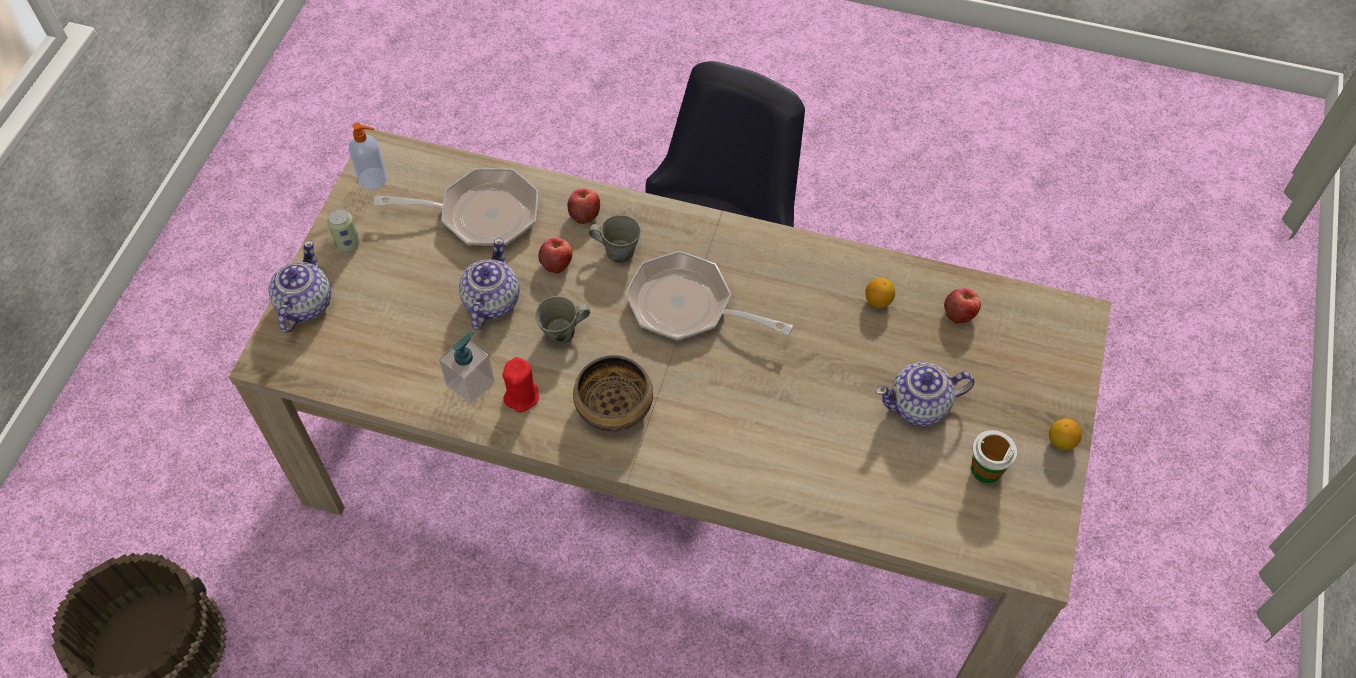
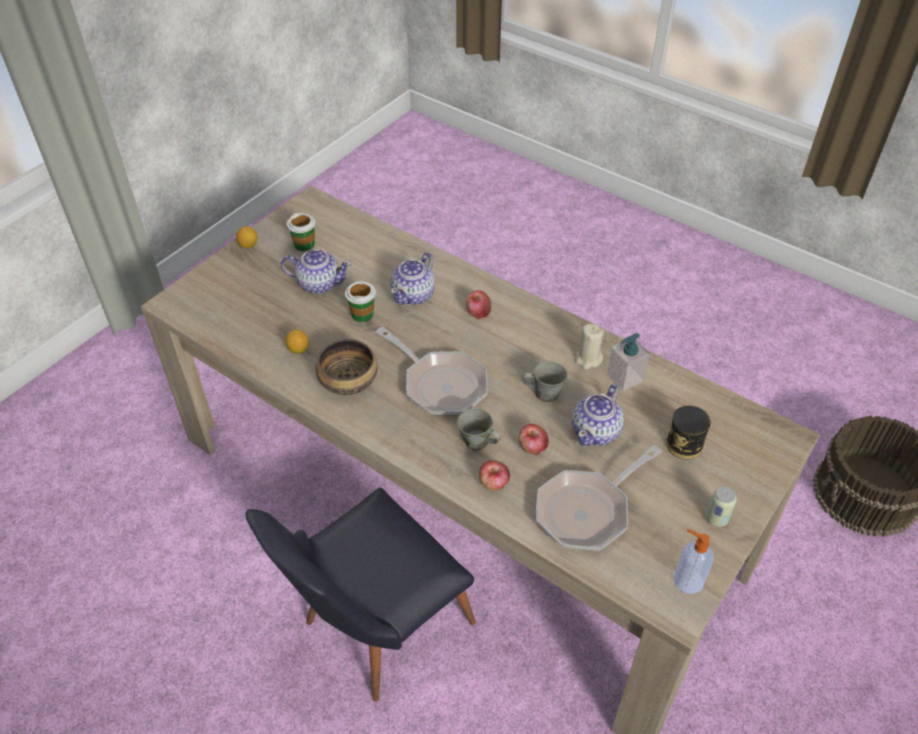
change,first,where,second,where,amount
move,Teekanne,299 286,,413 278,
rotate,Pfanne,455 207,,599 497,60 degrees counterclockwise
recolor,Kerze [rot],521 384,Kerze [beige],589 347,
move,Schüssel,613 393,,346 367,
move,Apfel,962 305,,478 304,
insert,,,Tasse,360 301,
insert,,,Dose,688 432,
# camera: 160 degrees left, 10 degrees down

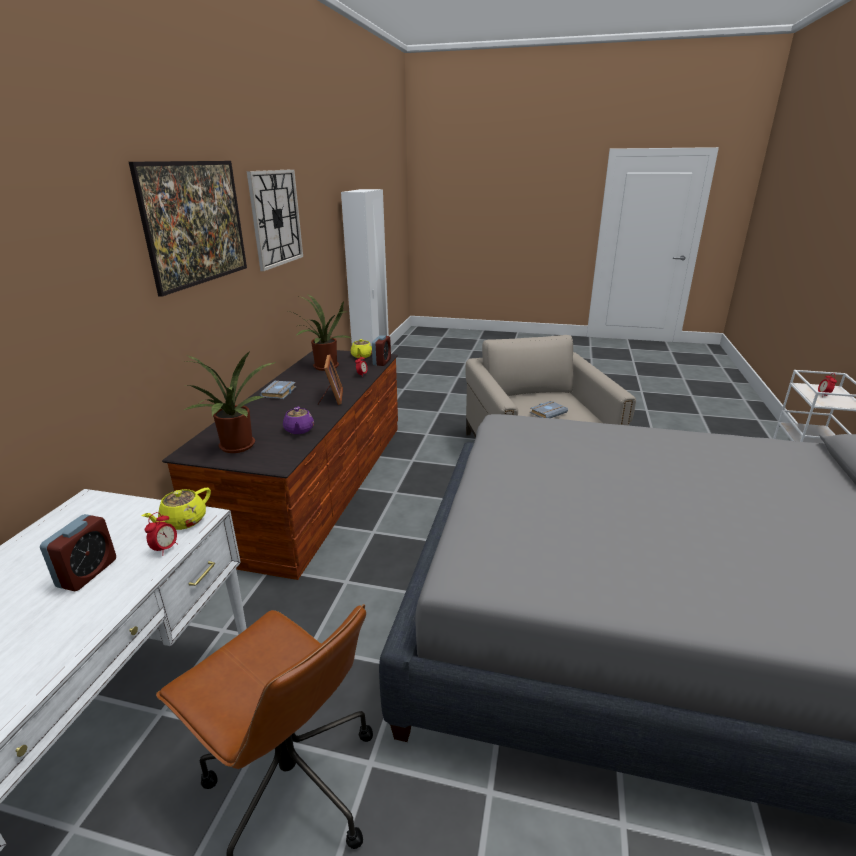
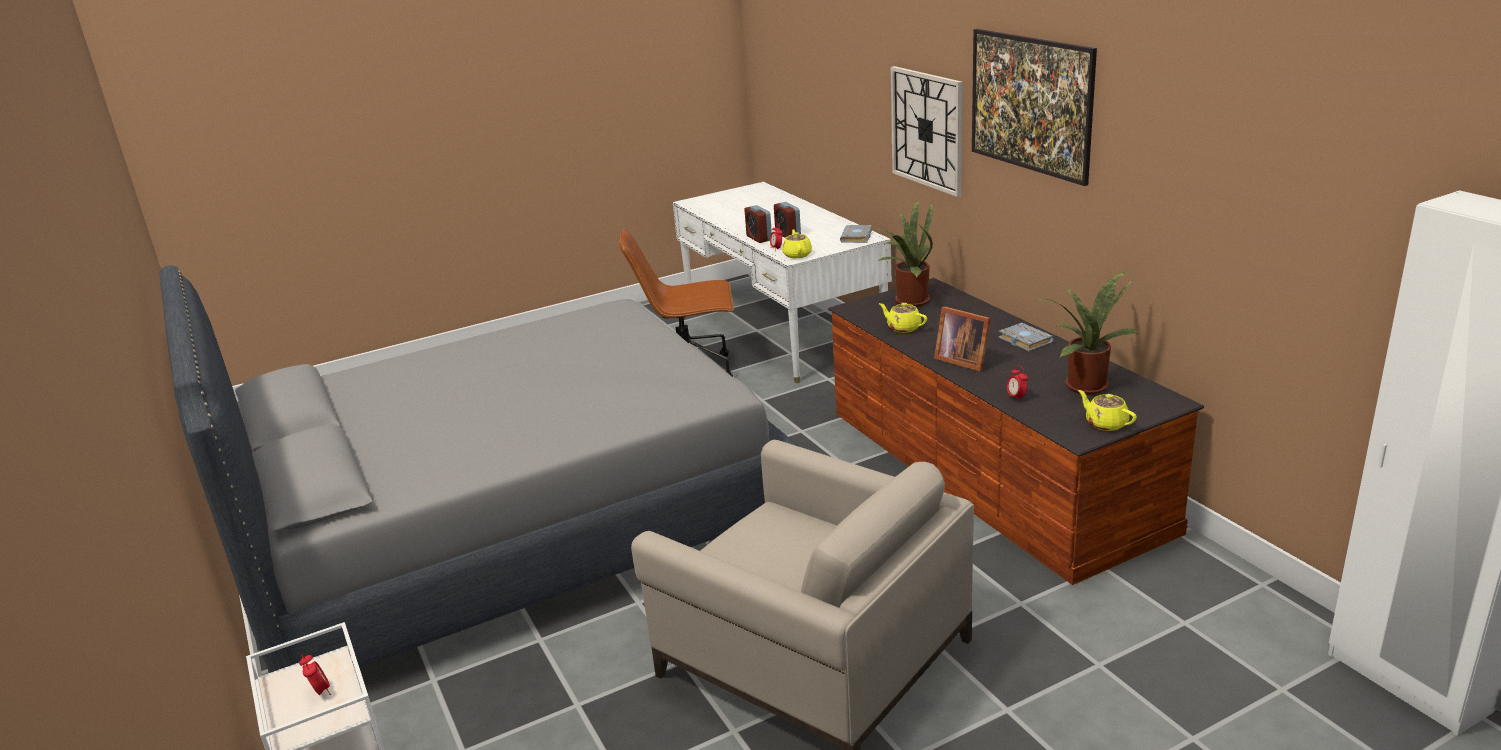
change,first,where,second,where,amount
move,Wanduhr,275 220,,927 131,
recolor,Teekanne [lila],298 420,Teekanne [gelb],903 318,
move,Wecker,381 350,,758 224,
move,Buch [grau],548 409,,856 234,
# camera: 140 degrees right, 0 degrees up

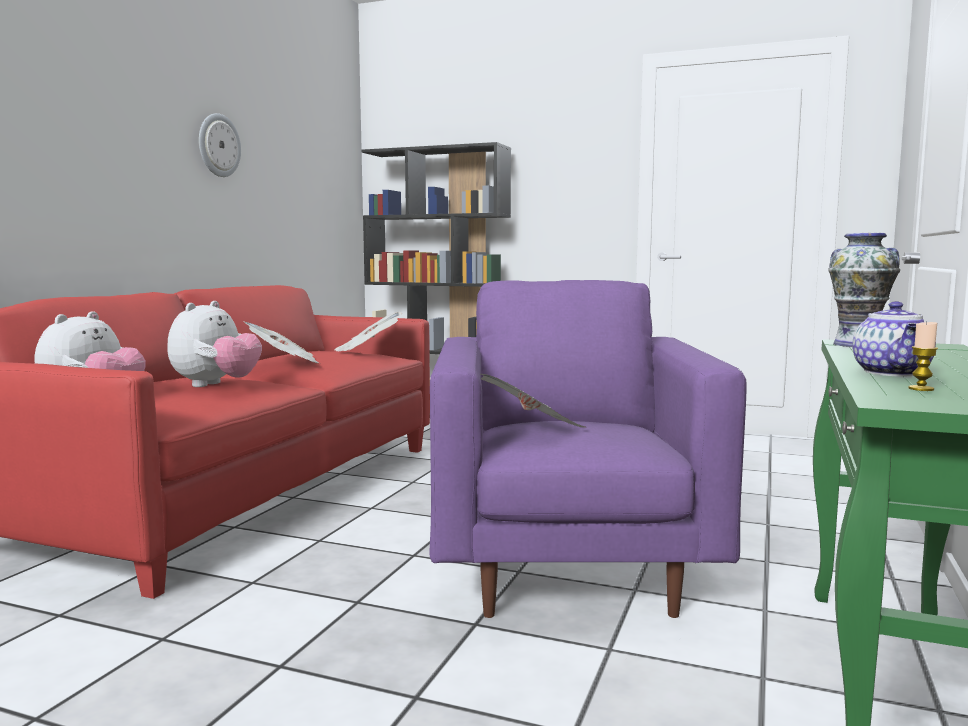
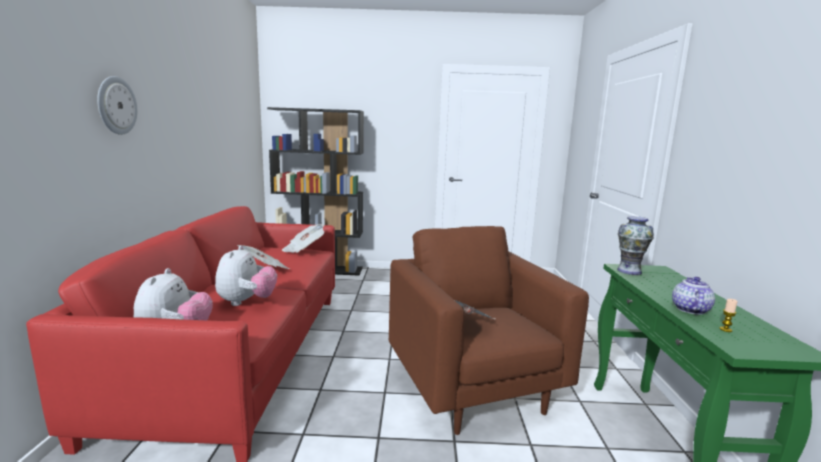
change,first,where,second,where,amount
move,Wanduhr,220 145,,117 105,
recolor,Sessel [lila],588 449,Sessel [braun],489 330,
rotate,Teekanne,894 339,,693 296,150 degrees counterclockwise
# camera: 20 degrees left, 5 degrees up

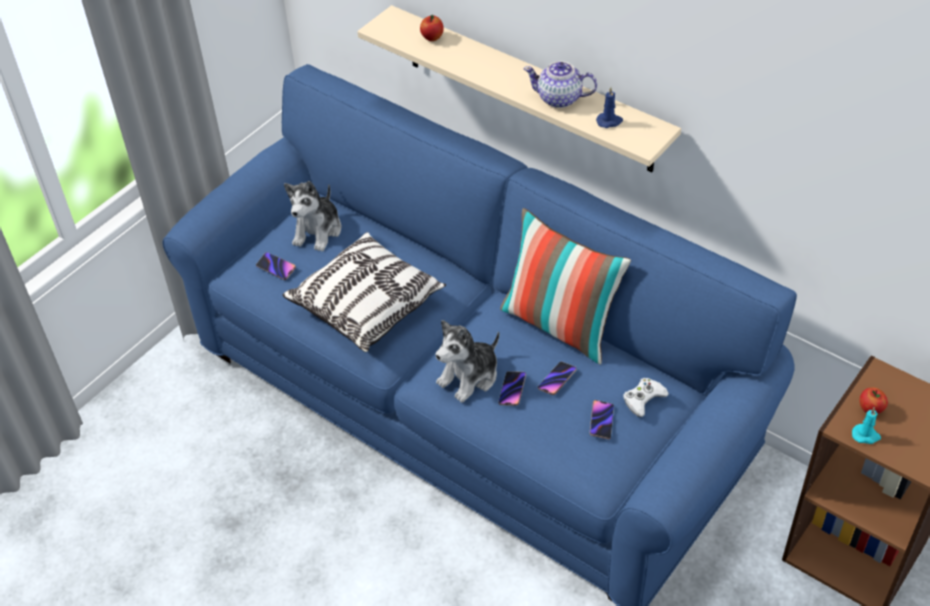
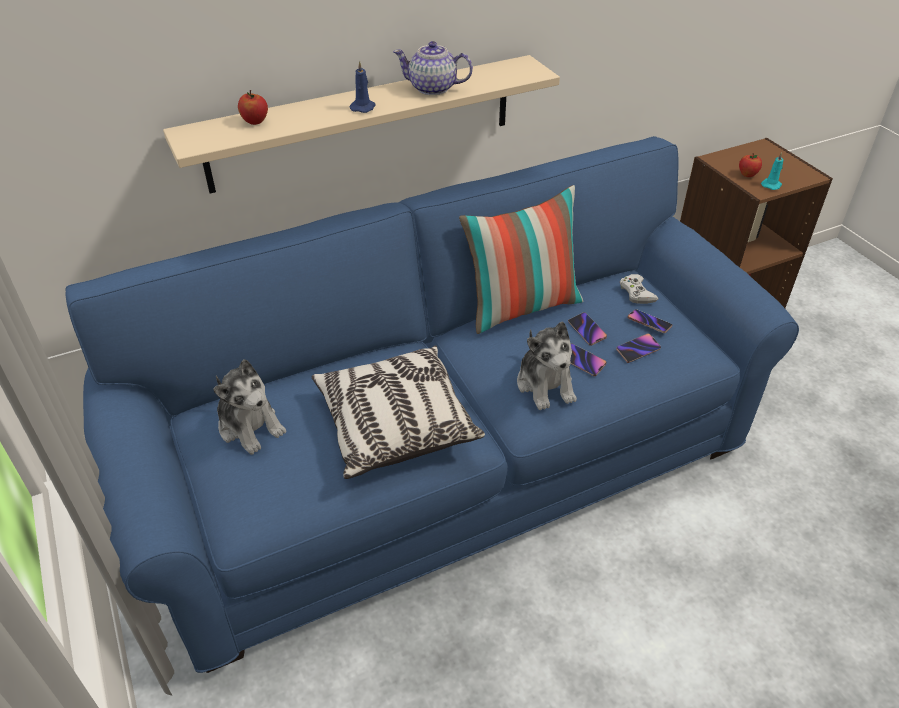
change,first,where,second,where,amount
move,Handy,276 266,,638 348,
rotate,Teekanne,560 84,,433 68,60 degrees clockwise
move,Kerze [blau],609 107,,363 87,
# camera: 65 degrees left, 5 degrees down

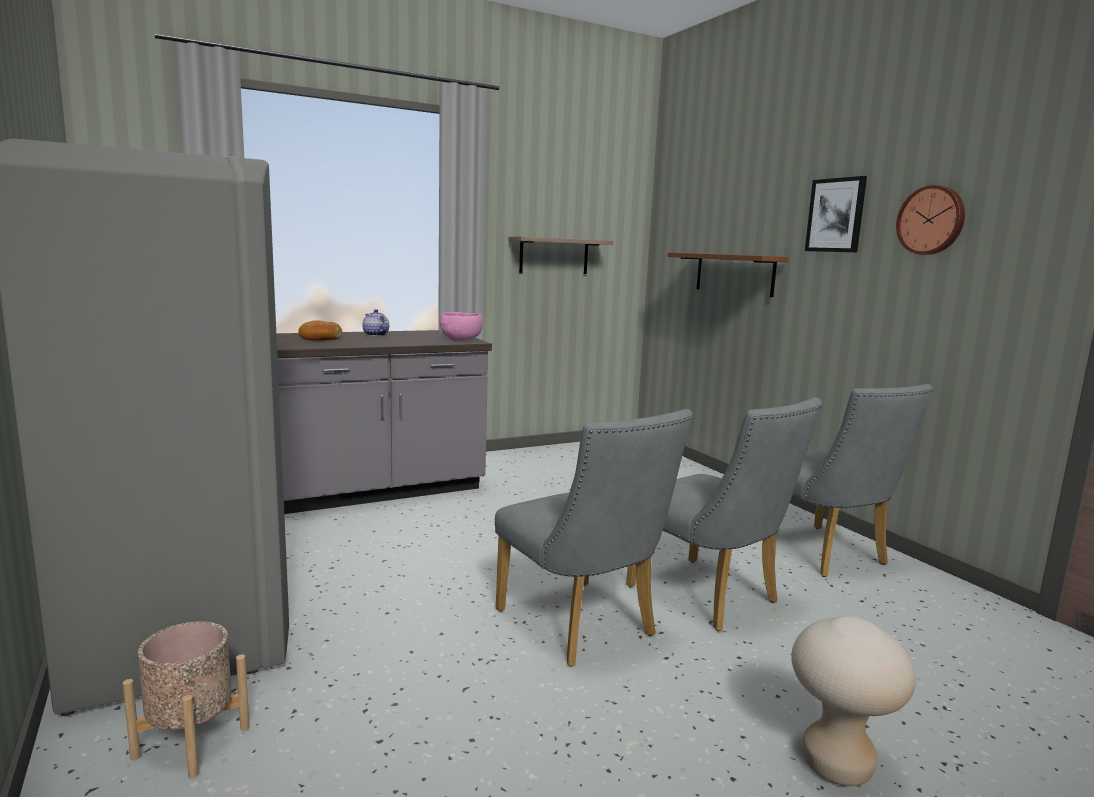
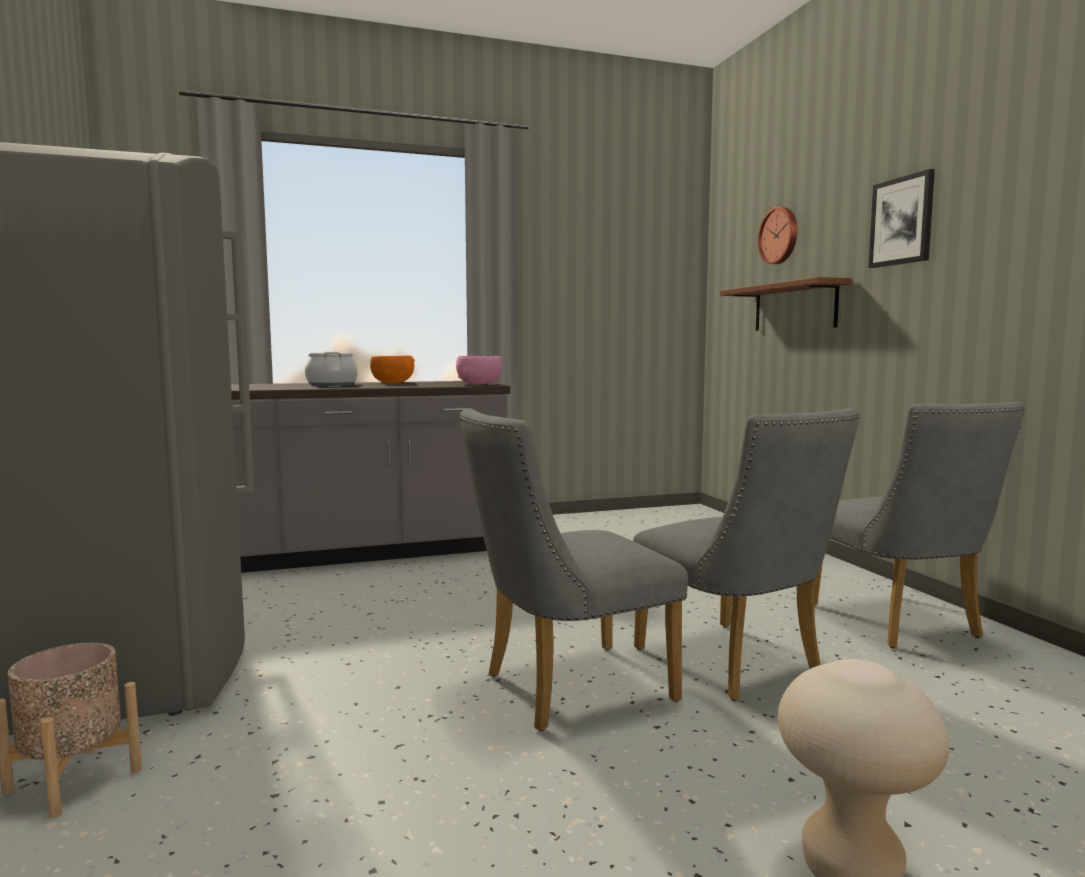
change,first,where,second,where,amount
replace,Brot,320 330,Kochtopf,331 369,
replace,Teekanne,375 322,Schüssel [orange],392 369,
rotate,Stuhl [grau],594 538,,574 569,90 degrees clockwise
delete,Wandregal,561 255,,,
move,Wanduhr,930 220,,777 235,
# camera: 10 degrees right, 5 degrees down

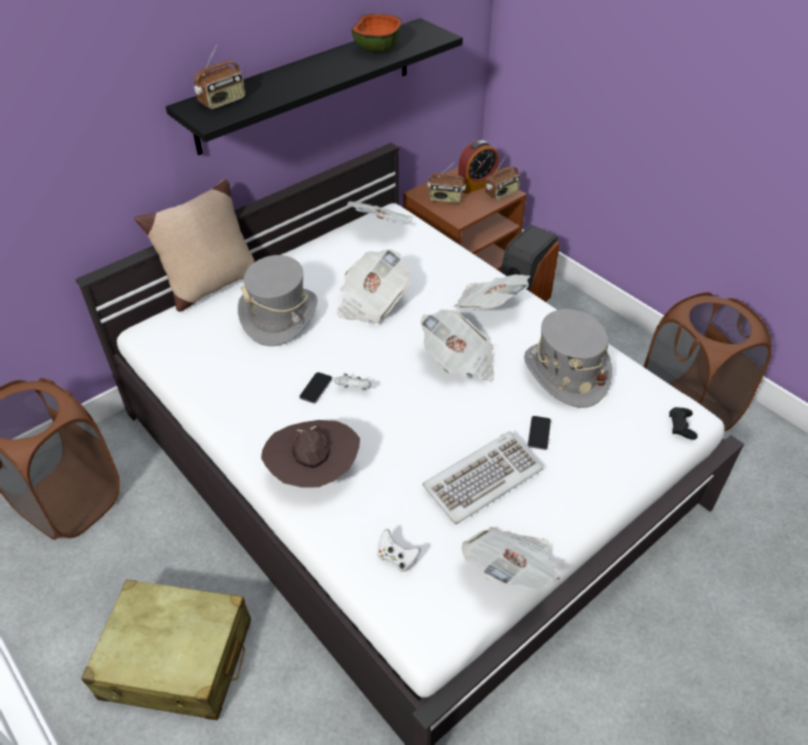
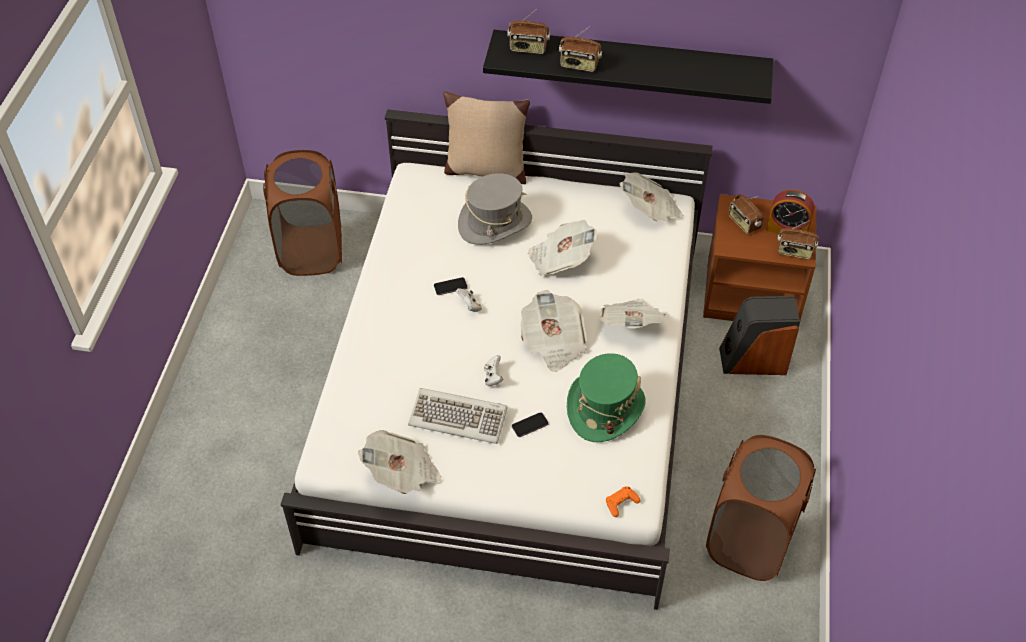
change,first,where,second,where,amount
delete,Koffer [beige],166 650,,,
delete,Hut [braun],310 454,,,
delete,Schüssel,376 33,,,
move,Gamepad [weiß],399 550,,493 370,
recolor,Hut [grau],568 358,Hut [grün],606 397,
recolor,Gamepad [schwarz],683 423,Gamepad [orange],623 501,
insert,,,Radio,580 49,
# camera: 50 degrees right, 5 degrees up

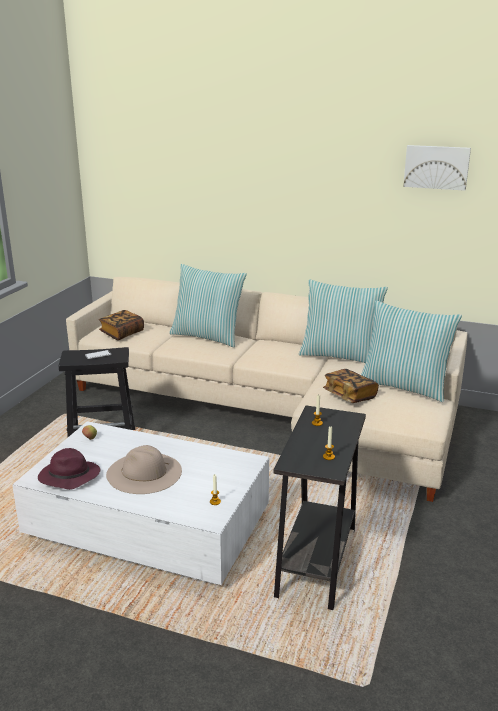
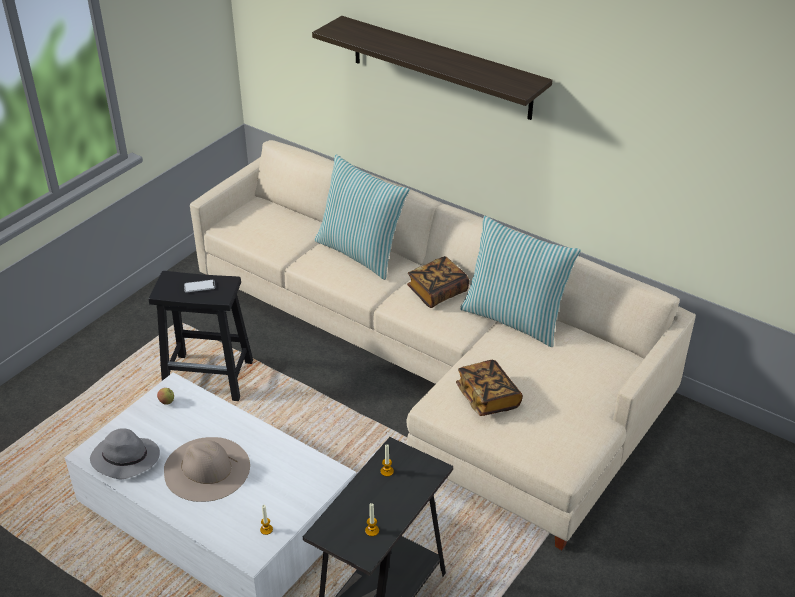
change,first,where,second,where,amount
recolor,Hut [lila],69 469,Hut [grau],125 453,
move,Buch,121 325,,438 282,
delete,Kissen,411 351,,,
delete,Bild,437 168,,,
insert,,,Wandregal,432 68,
# camera: 15 degrees right, 15 degrees up

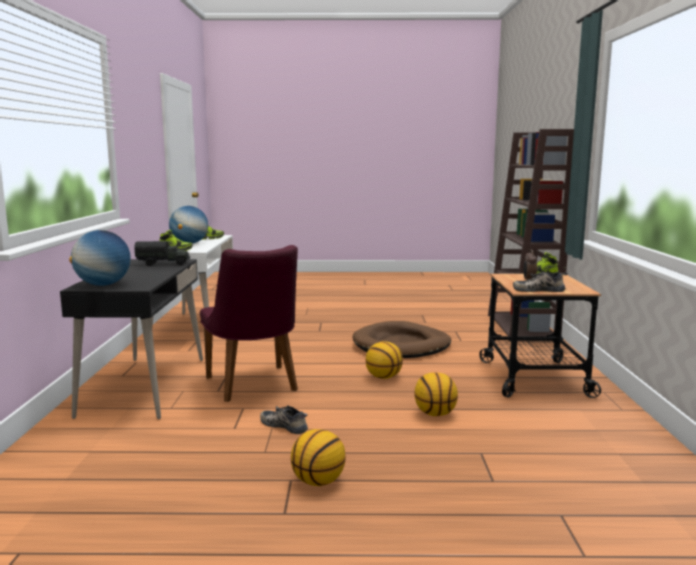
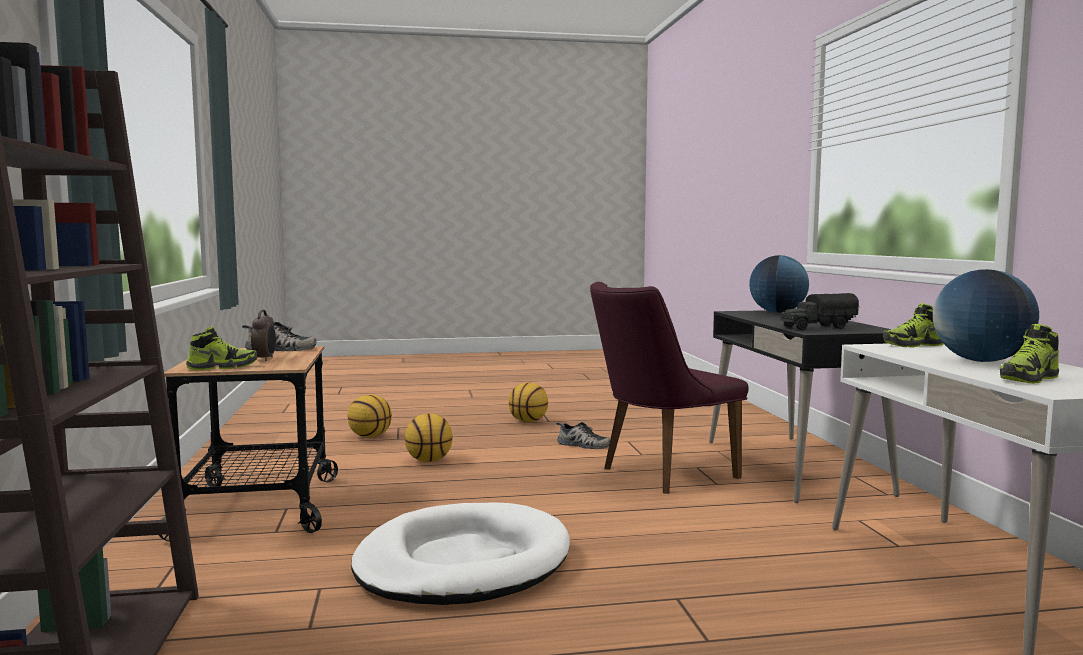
change,first,where,second,where,amount
rotate,Stuhl [lila],249 323,,669 388,90 degrees counterclockwise
recolor,Hundebett [braun],402 339,Hundebett [weiß],460 554,
move,Basketball,384 360,,370 416,
# camera: 170 degrees right, 5 degrees down

